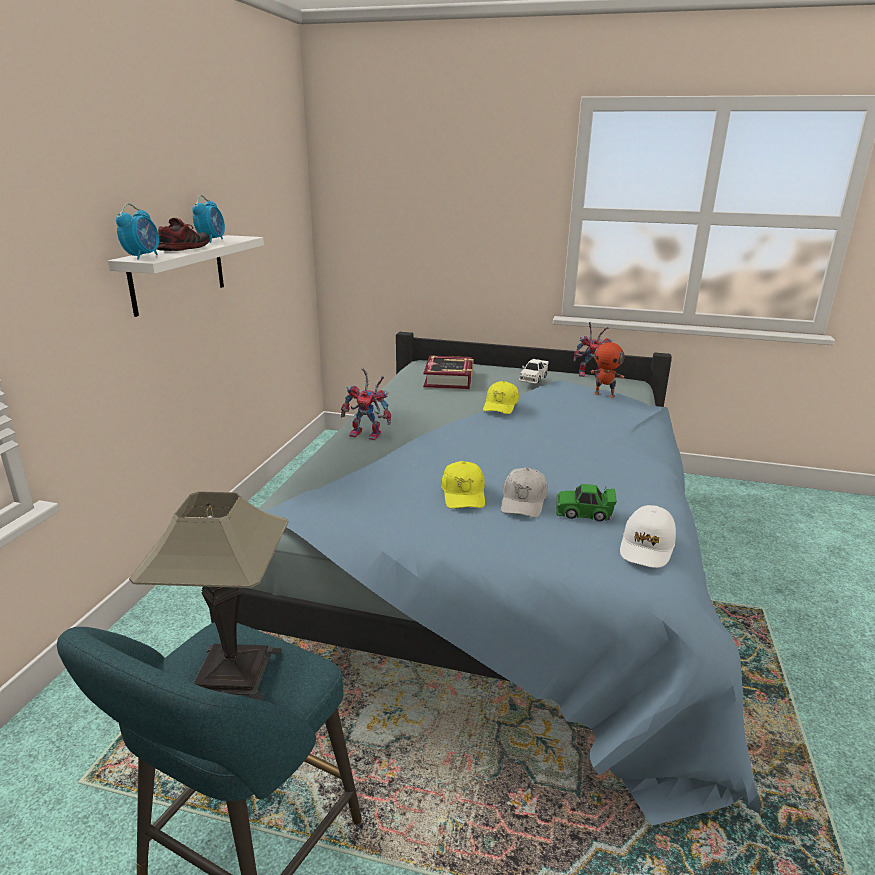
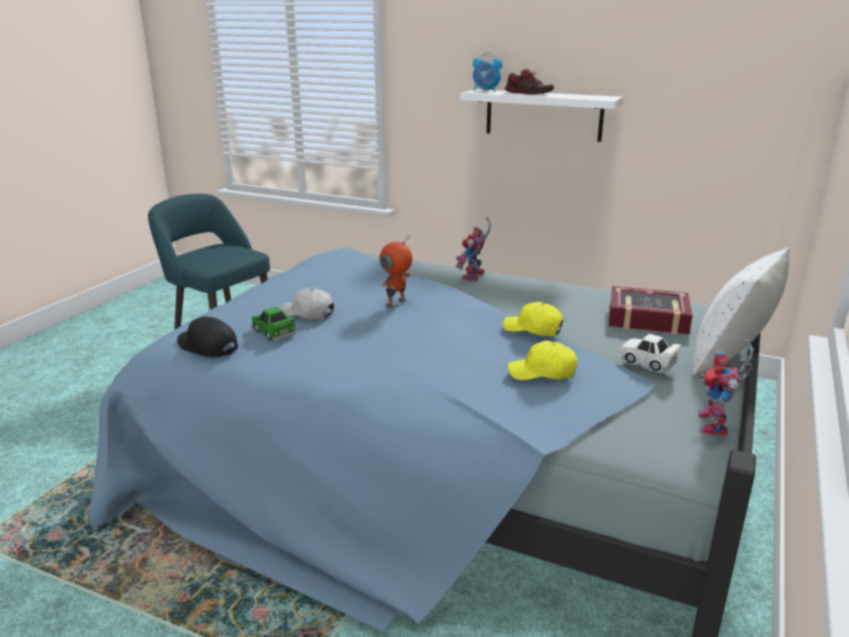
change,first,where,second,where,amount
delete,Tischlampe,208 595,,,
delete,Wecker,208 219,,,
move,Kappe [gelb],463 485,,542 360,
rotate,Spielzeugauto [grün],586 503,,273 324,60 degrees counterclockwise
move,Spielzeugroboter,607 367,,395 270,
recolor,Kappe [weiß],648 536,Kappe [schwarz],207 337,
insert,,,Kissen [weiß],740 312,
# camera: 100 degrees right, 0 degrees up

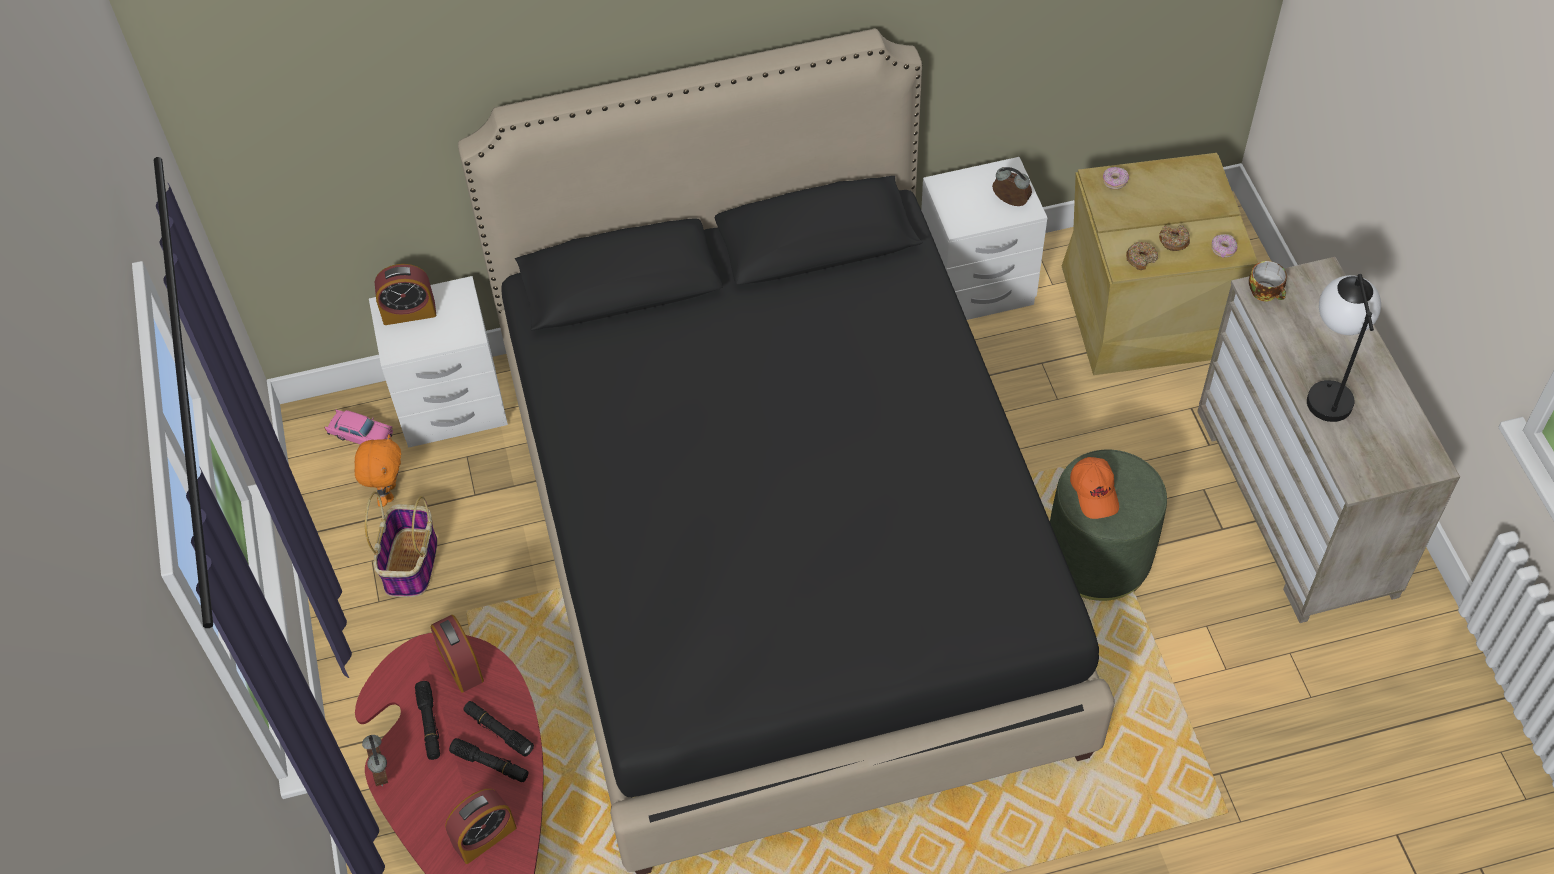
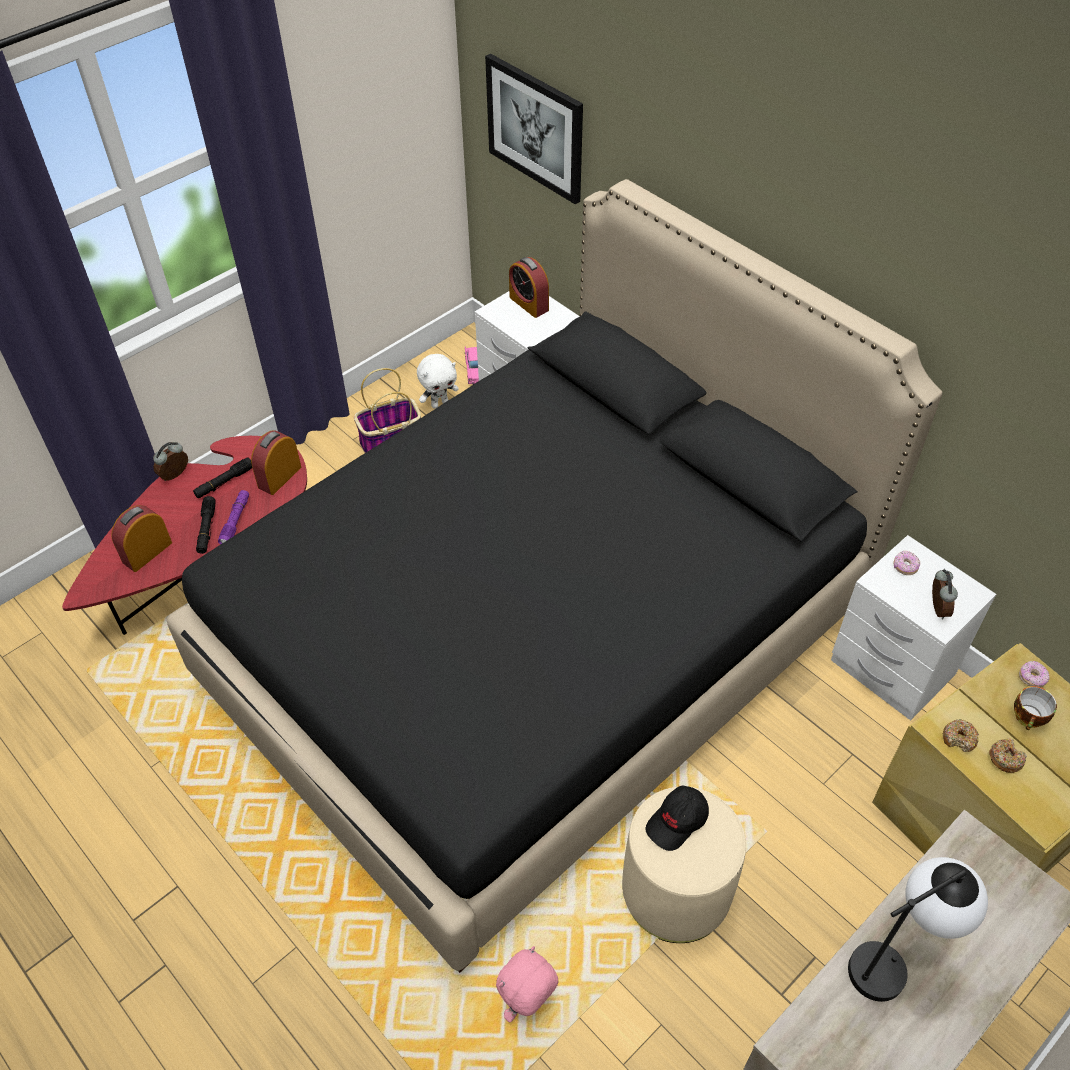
change,first,where,second,where,amount
recolor,Plüschtier [orange],377 470,Plüschtier [weiß],438 381,
rotate,Wecker,481 826,,141 538,105 degrees clockwise
recolor,Taschenlampe [schwarz],498 728,Taschenlampe [lila],233 517,
recolor,Polsterhocker [grün],1108 525,Polsterhocker [beige],684 865,
recolor,Kappe [orange],1094 488,Kappe [schwarz],677 818,
move,Donut,1224 246,,906 563,
move,Tasse,1268 281,,1035 708,
insert,,,Bild,534 129,
insert,,,Plüschtier [rosa],527 984,
# camera: 60 degrees right, 5 degrees down

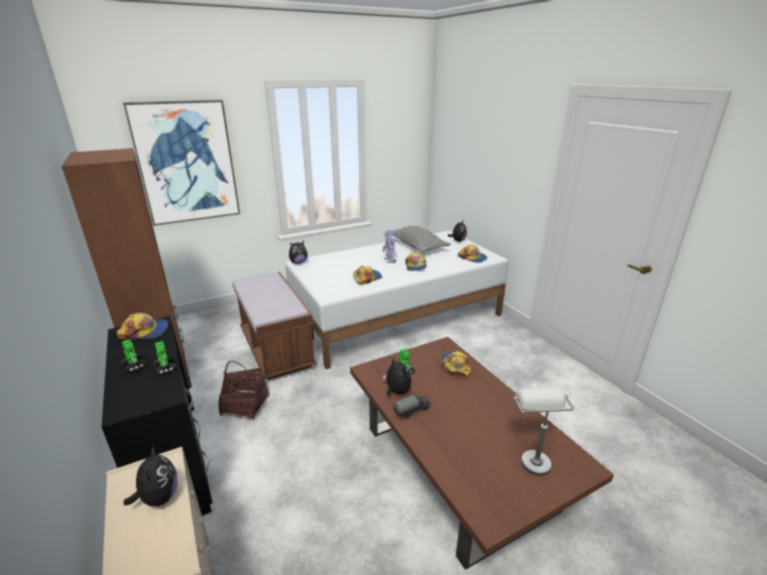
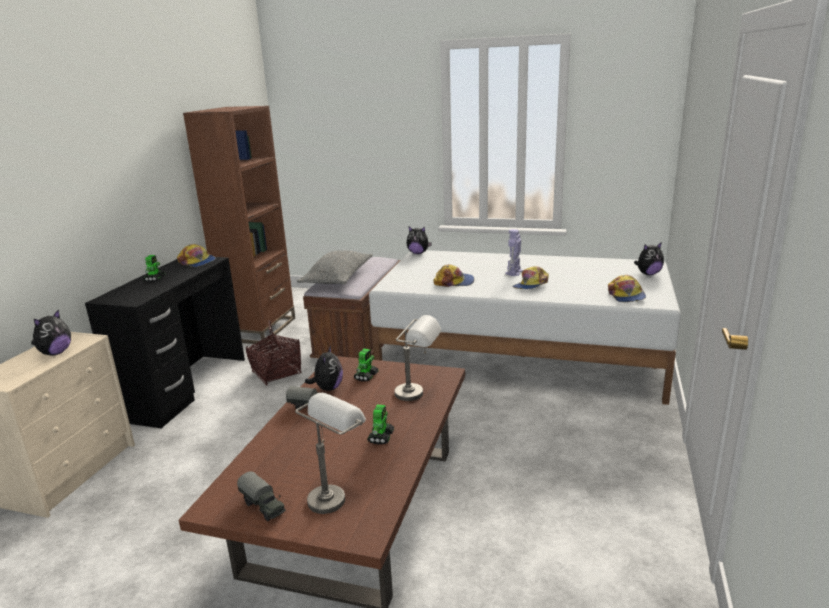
change,first,where,second,where,amount
delete,Bild,181 163,,,
move,Spielzeugroboter,165 358,,381 424,
move,Kissen [grau],422 239,,334 267,
replace,Kappe,456 364,Tischlampe [grau],418 358,
insert,,,Spielzeuglaster,261 496,
# camera: 45 degrees right, 5 degrees down

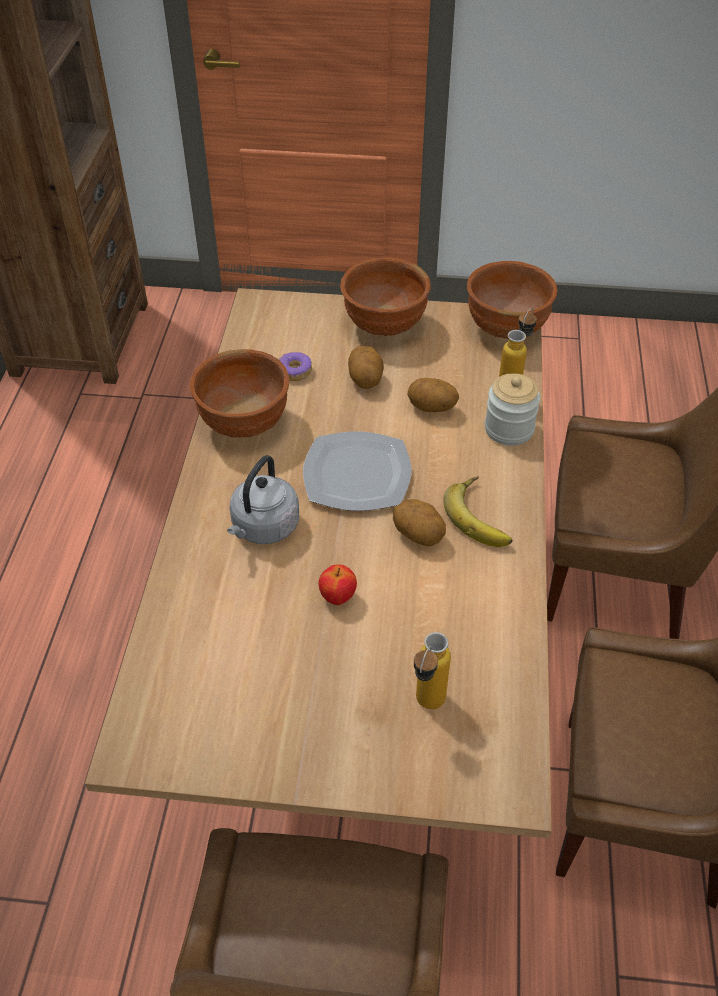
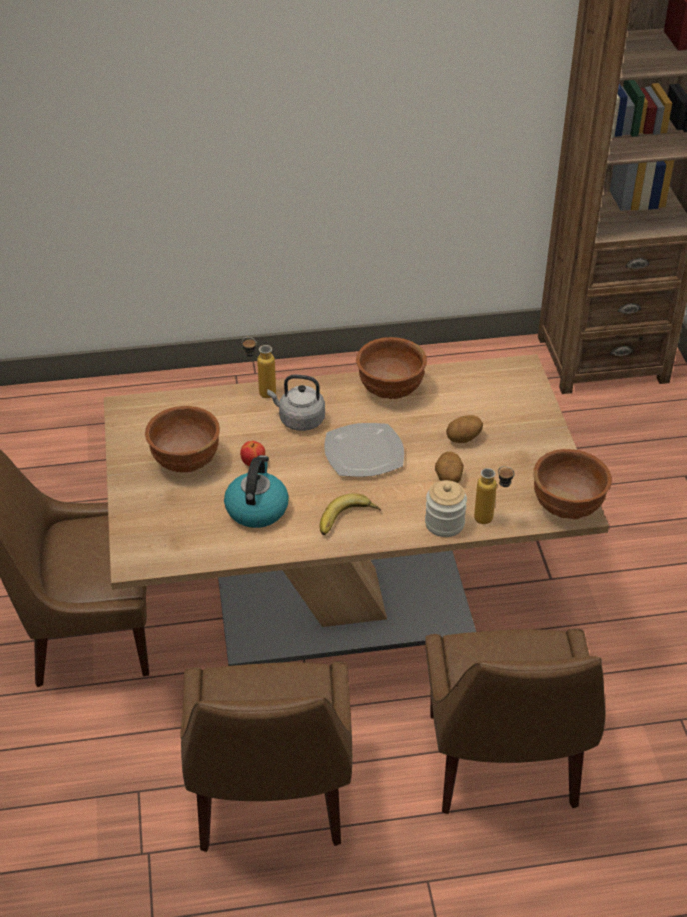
change,first,where,second,where,amount
delete,Donut,295 366,,,
move,Schüssel [braun],385 297,,182 439,
delete,Kartoffel,419 522,,,
move,Flasche,432 670,,259 367,
insert,,,Wasserkessel,256 491,
# camera: 75 degrees right, 5 degrees down

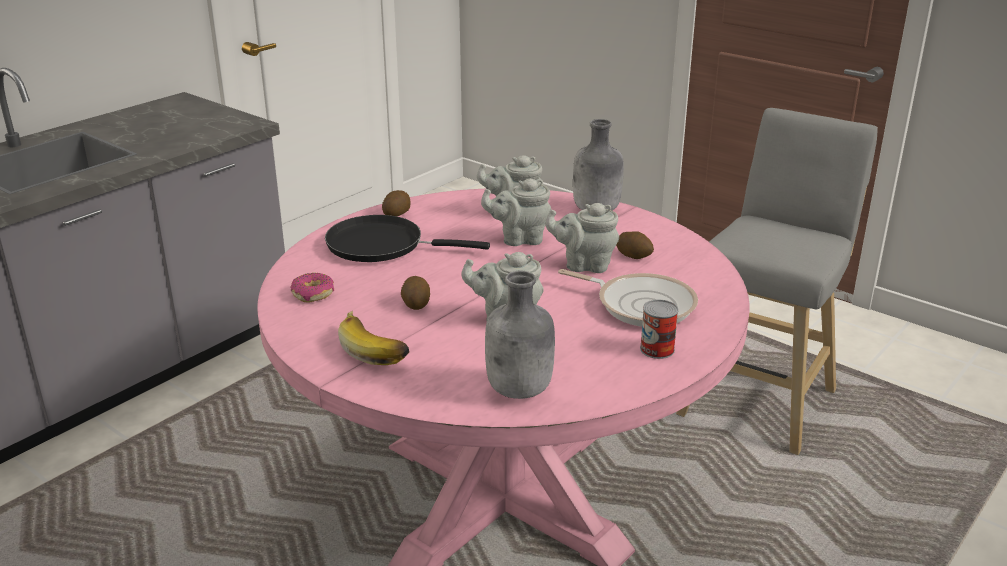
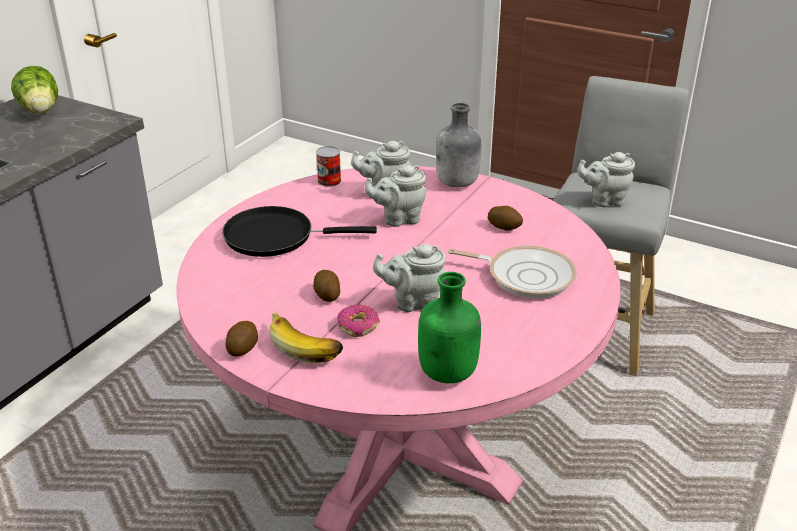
change,first,where,second,where,amount
move,Donut,312 288,,358 320,
move,Kartoffel,396 203,,241 338,
recolor,Flasche [grau],520 335,Flasche [grün],449 327,
move,Teekanne [grau],582 238,,606 179,
move,Dose,659 329,,328 166,
insert,,,Salatkopf,34 89,
# camera: 10 degrees left, 5 degrees up

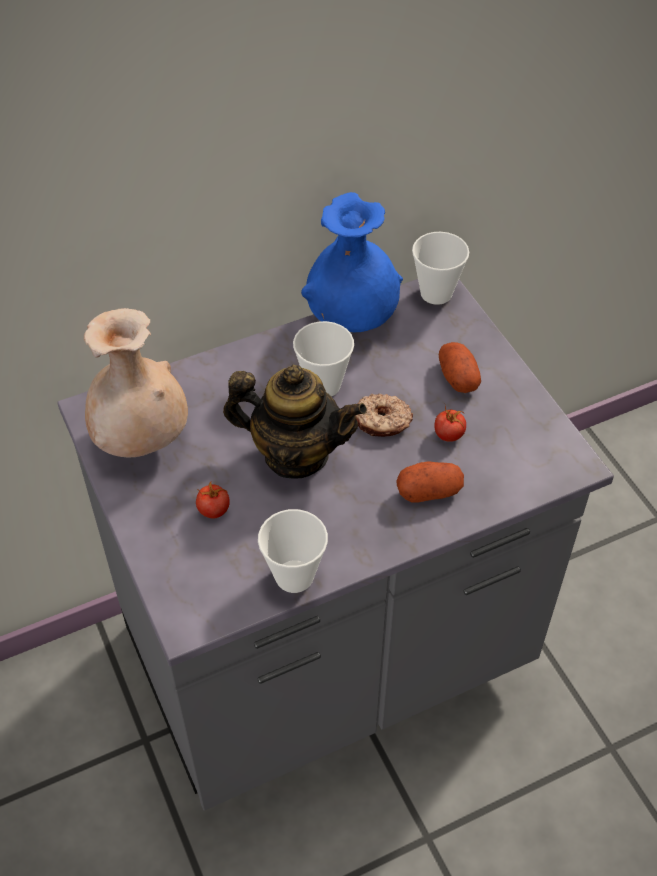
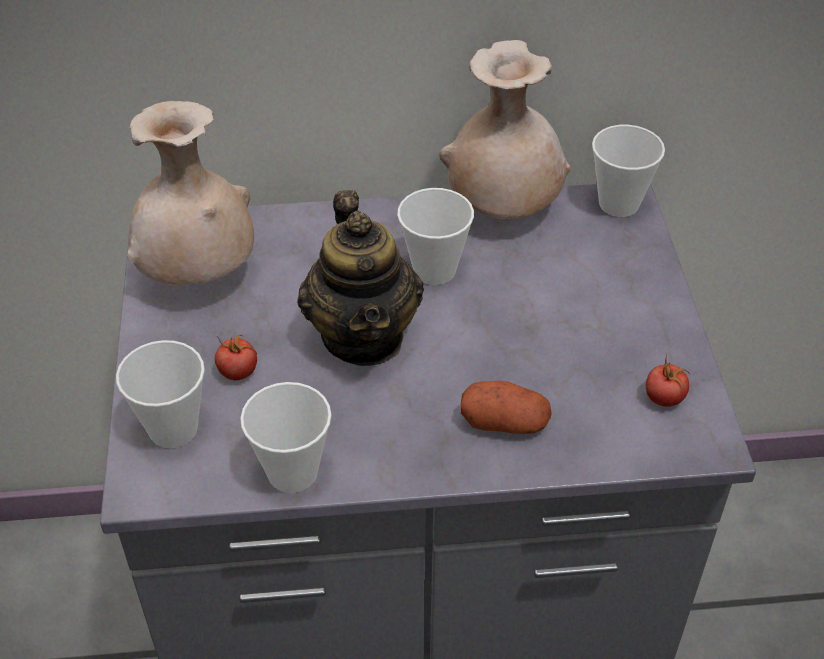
change,first,where,second,where,amount
rotate,Teekanne,295 422,,360 278,45 degrees clockwise
recolor,Vase [blau],352 262,Vase [beige],505 129,
delete,Donut,384 415,,,
move,Tomate,450 423,,668 380,
delete,Kartoffel,460 367,,,
insert,,,Tasse,160 394,
# camera: 20 degrees right, 5 degrees down

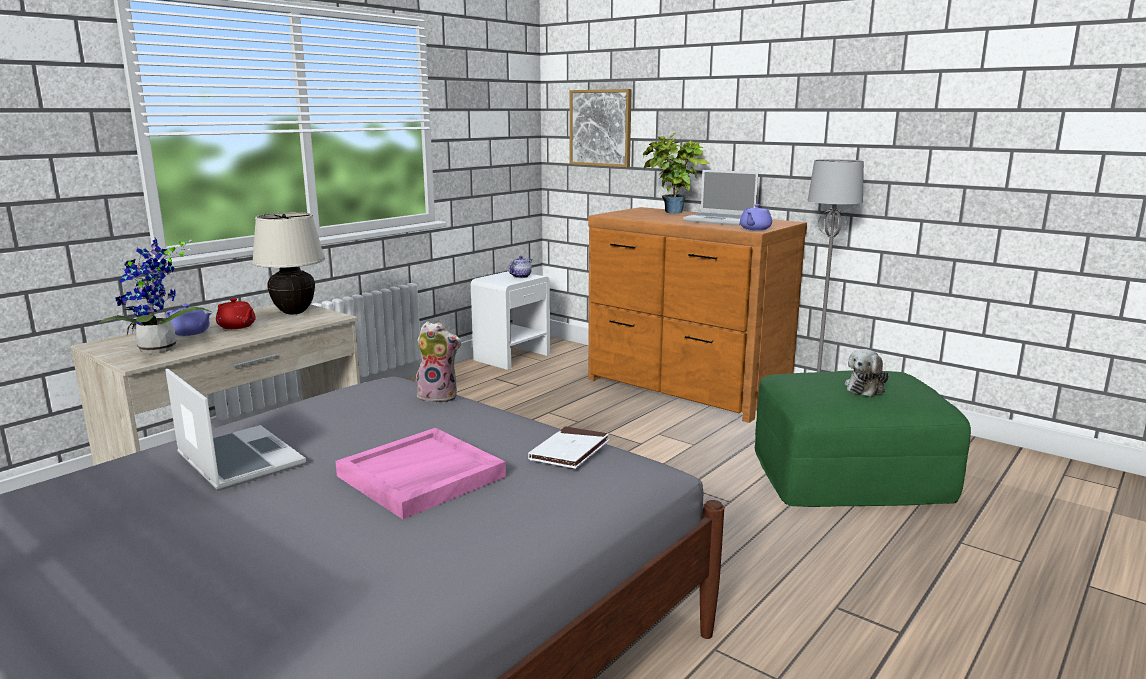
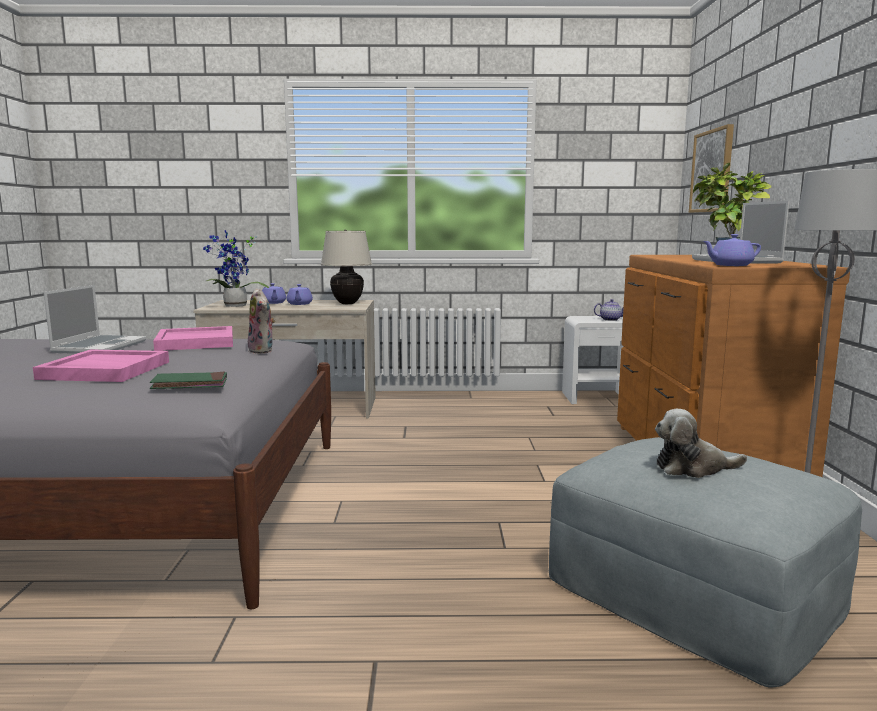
change,first,where,second,where,amount
recolor,Teekanne [rot],236 313,Teekanne [lila],300 294,
recolor,Buch [weiß],568 447,Buch [grün],188 380,
recolor,Polsterhocker [grün],863 439,Polsterhocker [grau],705 562,
insert,,,Tablett [rosa],193 338,
# camera: 50 degrees right, 5 degrees down

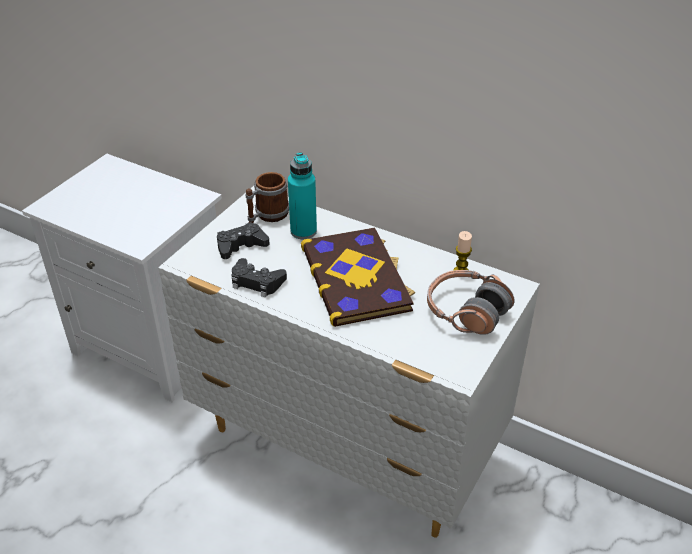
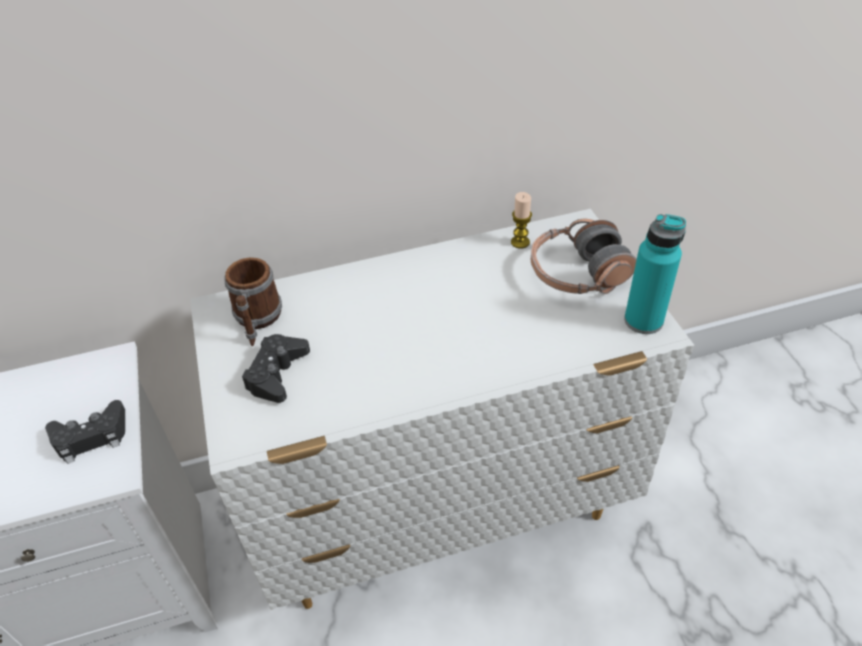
change,first,where,second,where,amount
move,Gamepad [schwarz],259 278,,85 432,
move,Flasche [türkis],302 195,,655 274,
delete,Buch,358 277,,,
# camera: 45 degrees left, 5 degrees up

